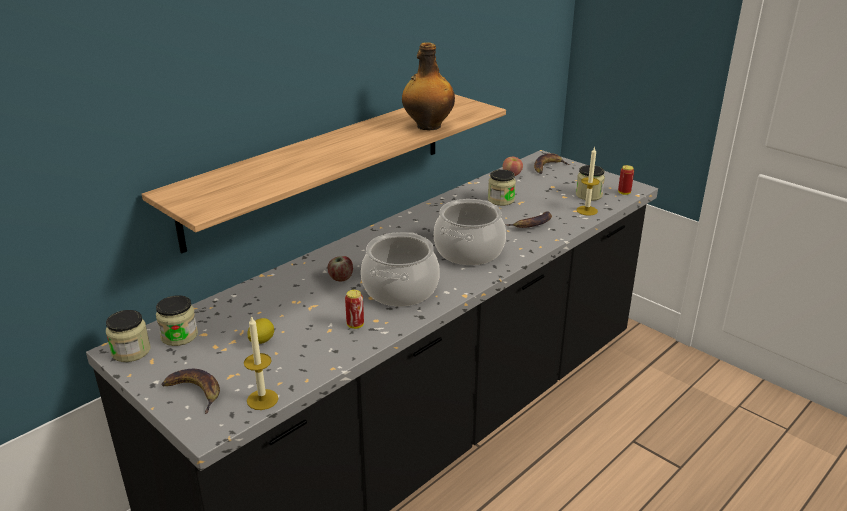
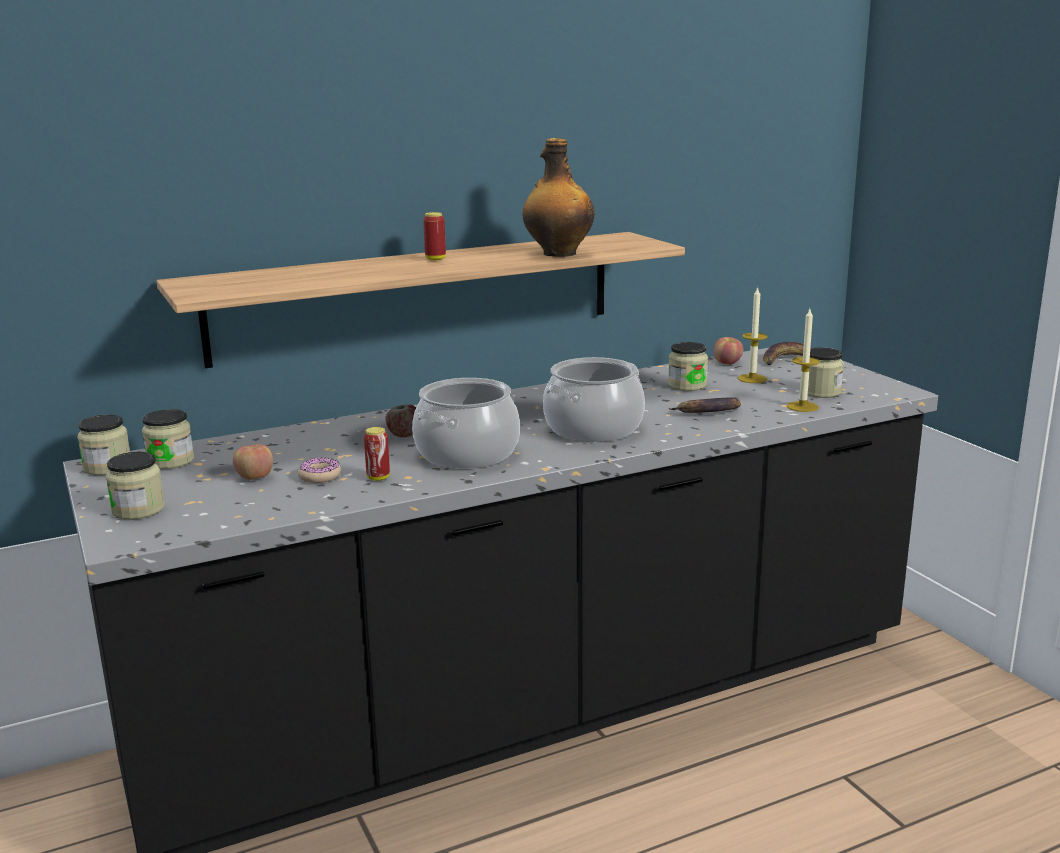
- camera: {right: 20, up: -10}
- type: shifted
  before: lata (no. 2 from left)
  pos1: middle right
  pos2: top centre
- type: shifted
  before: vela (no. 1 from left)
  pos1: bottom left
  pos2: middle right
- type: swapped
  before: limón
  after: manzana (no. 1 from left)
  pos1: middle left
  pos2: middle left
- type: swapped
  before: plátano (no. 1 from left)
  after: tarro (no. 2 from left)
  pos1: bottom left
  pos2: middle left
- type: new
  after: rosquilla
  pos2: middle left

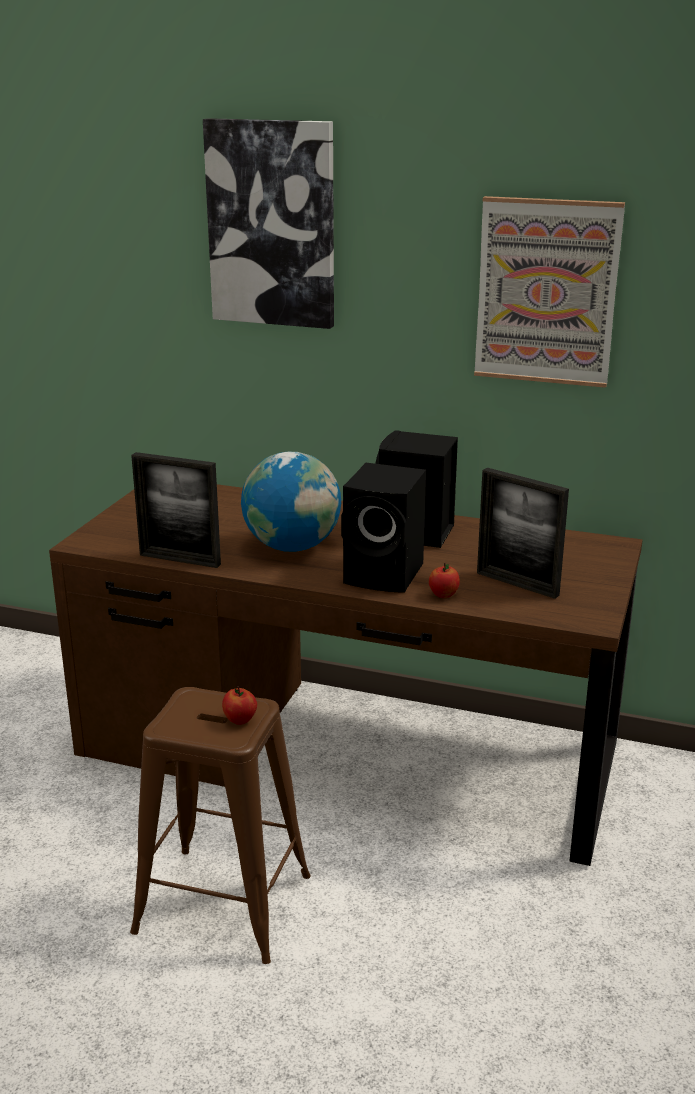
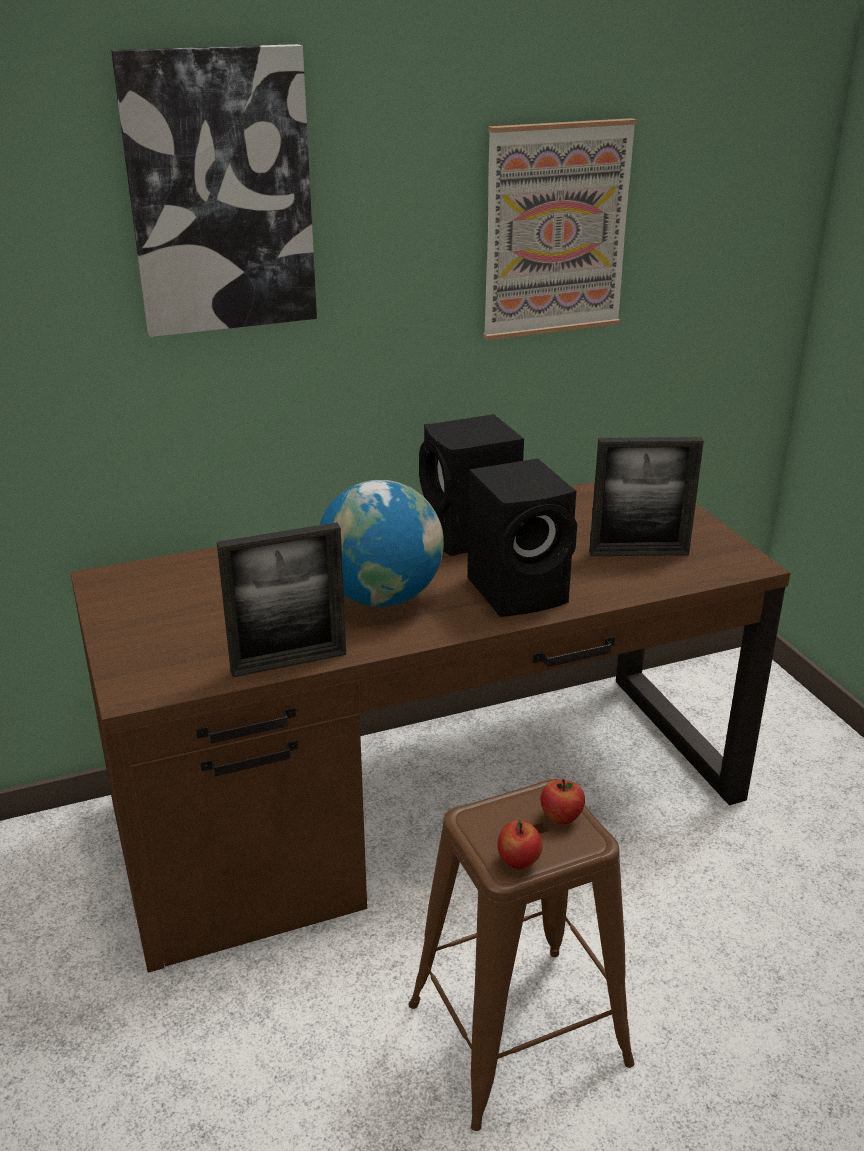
- camera: {right: -40, up: 5}
- type: shifted
  before: manzana (no. 2 from left in the first image)
  after: manzana (no. 1 from left)
  pos1: centre
  pos2: bottom centre

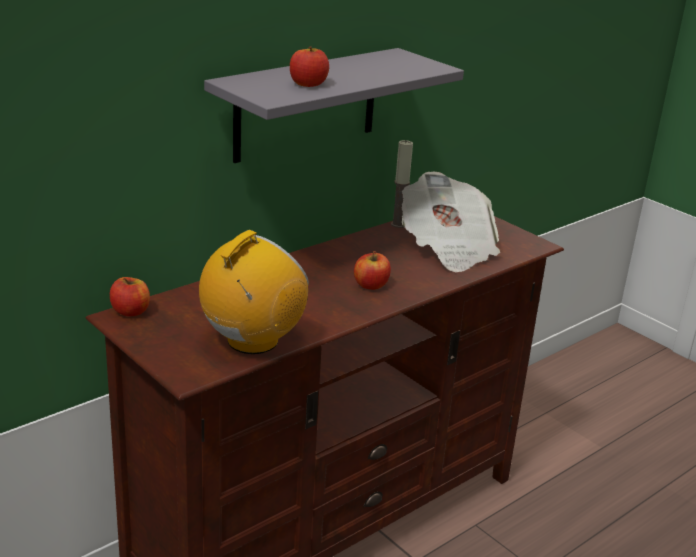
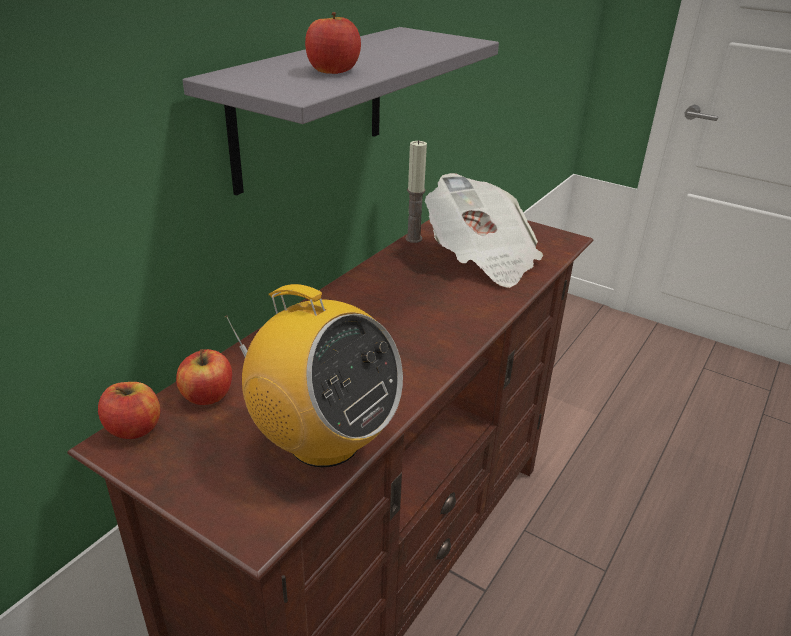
- camera: {right: -15, up: 5}
- type: rotated
  before: radio
  pos1: centre
  pos2: centre
  turn: 105
- type: shifted
  before: manzana (no. 3 from left in the first image)
  after: manzana (no. 2 from left)
  pos1: centre
  pos2: middle left

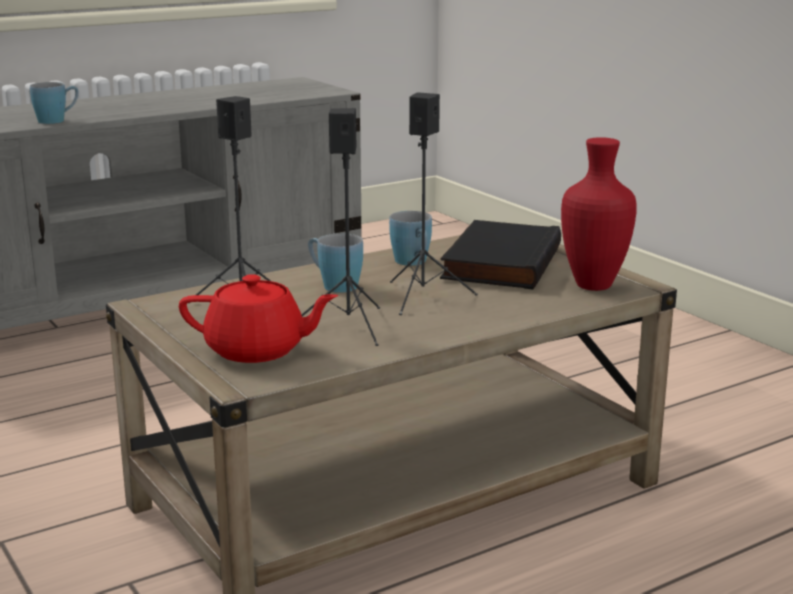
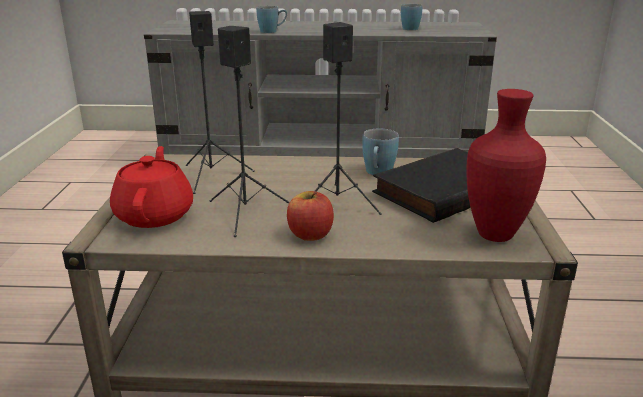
- camera: {right: 35, up: 5}
- type: shifted
  before: taza grande [azul] (no. 2 from left in the first image)
  after: taza grande [azul] (no. 3 from left)
  pos1: centre
  pos2: top centre
- type: rotated
  before: tetera [rojo]
  pos1: middle left
  pos2: middle left
  turn: -135
- type: new
  after: manzana
  pos2: centre

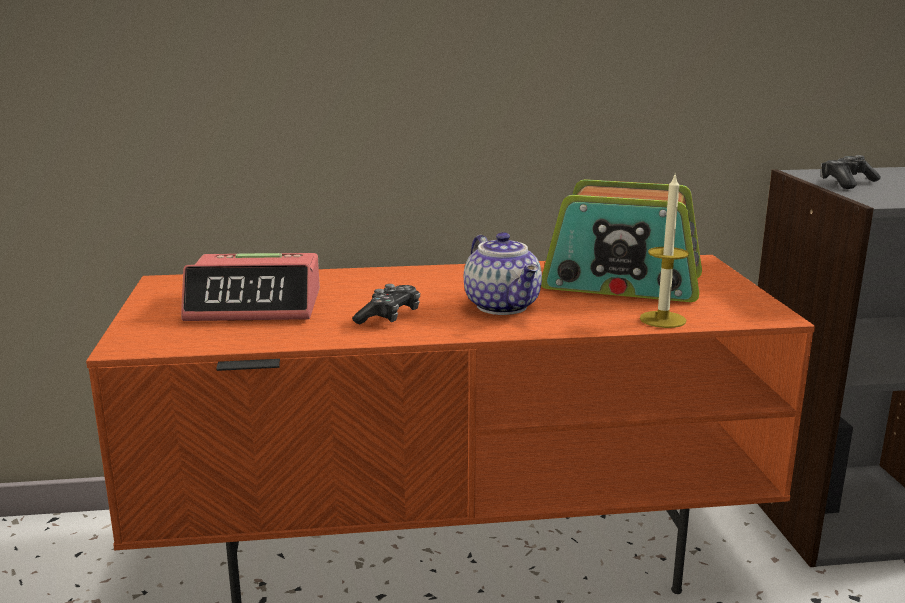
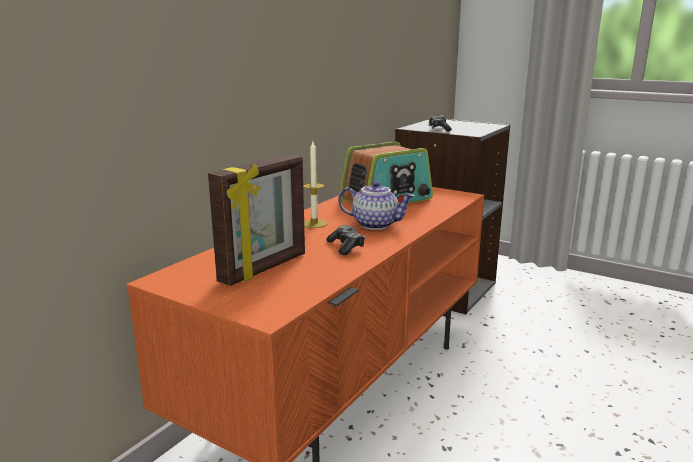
- camera: {right: -50, up: 0}
- type: shifted
  before: vela
  pos1: middle right
  pos2: centre
- type: swapped
  before: despertador
  after: portarretratos
  pos1: middle left
  pos2: centre

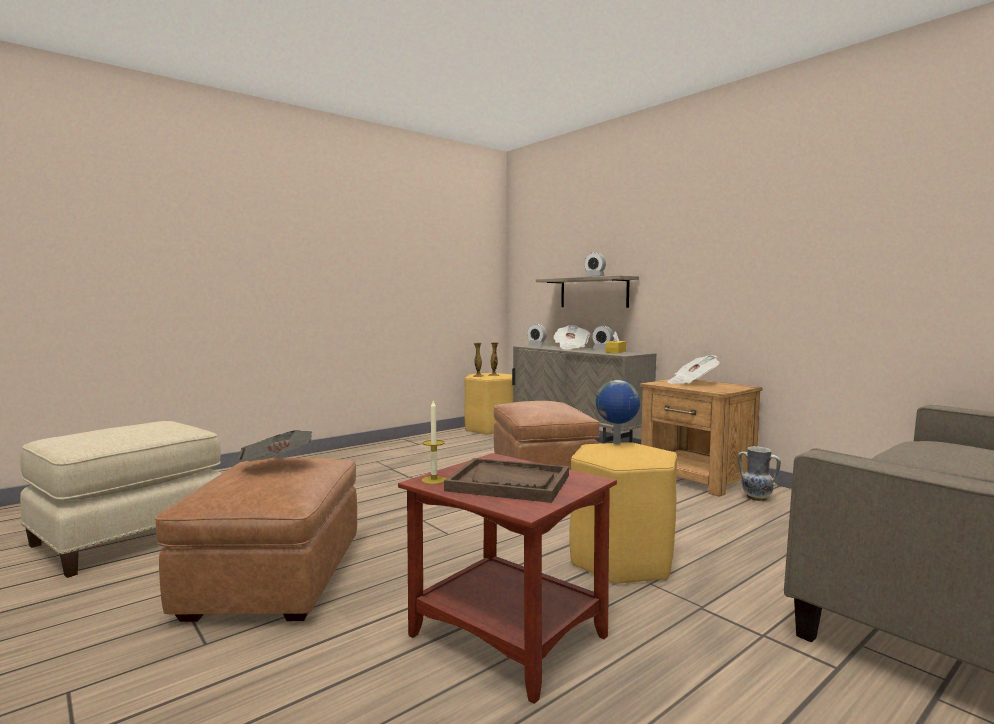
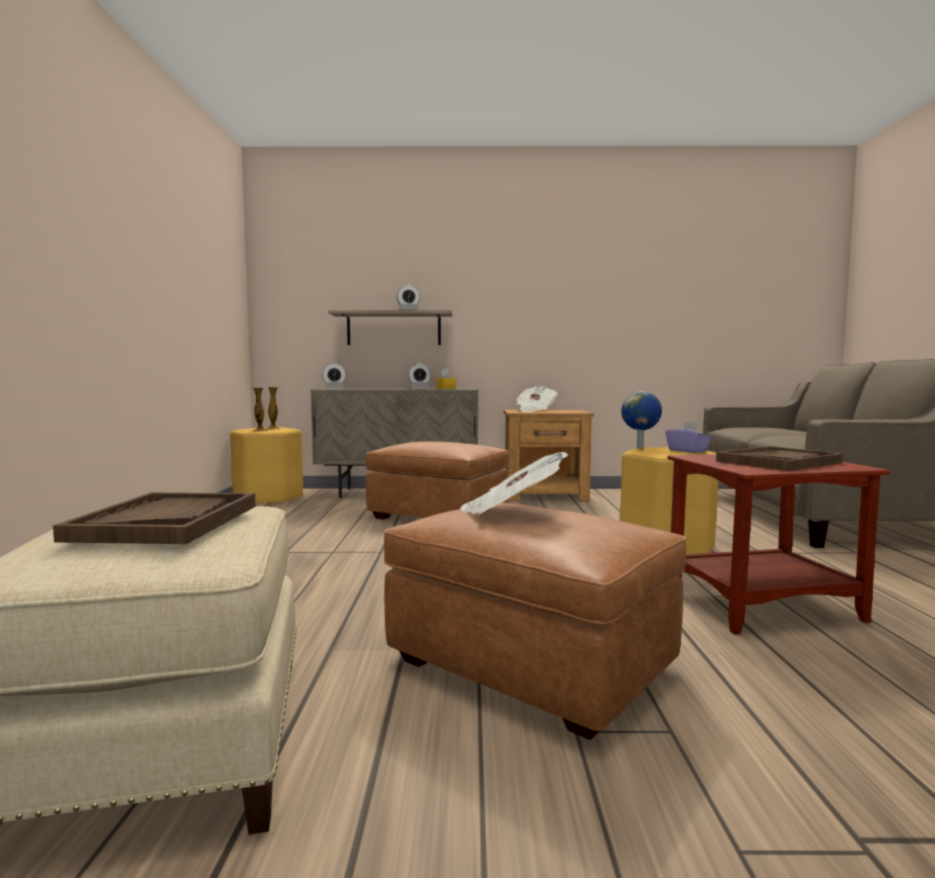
- camera: {right: -50, up: 0}
- type: gone
  before: periódico (no. 2 from left)
  pos1: centre
- type: gone
  before: vela
  pos1: centre
- type: gone
  before: florero (no. 3 from left)
  pos1: middle right
- type: new
  after: caja de pañuelos [morado]
  pos2: middle right
- type: new
  after: bandeja [marrón] (no. 1 from left)
  pos2: middle left

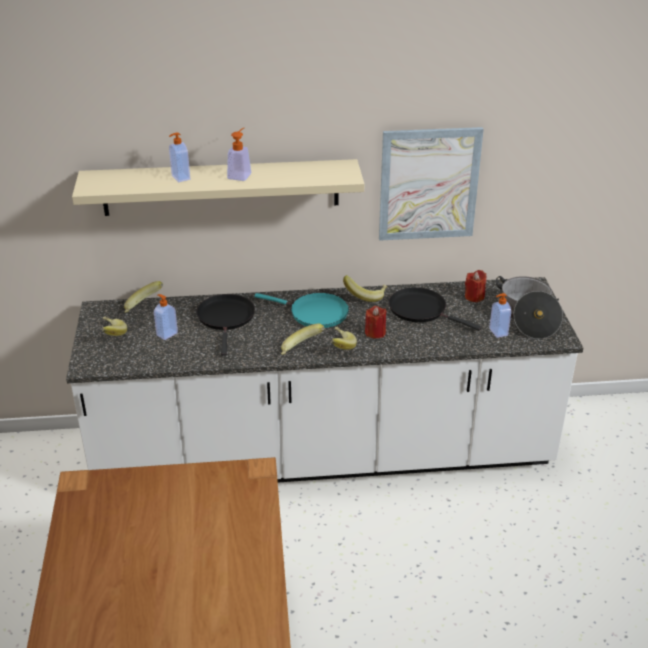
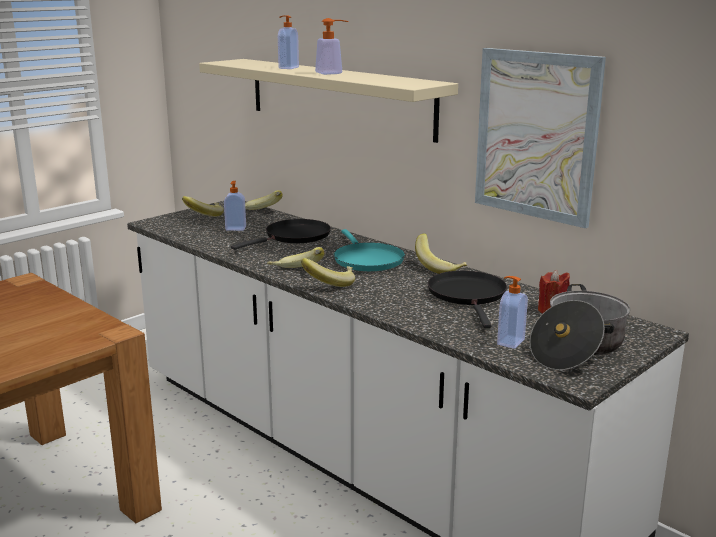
- camera: {right: 50, up: -15}
- type: gone
  before: vela [rojo] (no. 1 from left)
  pos1: centre

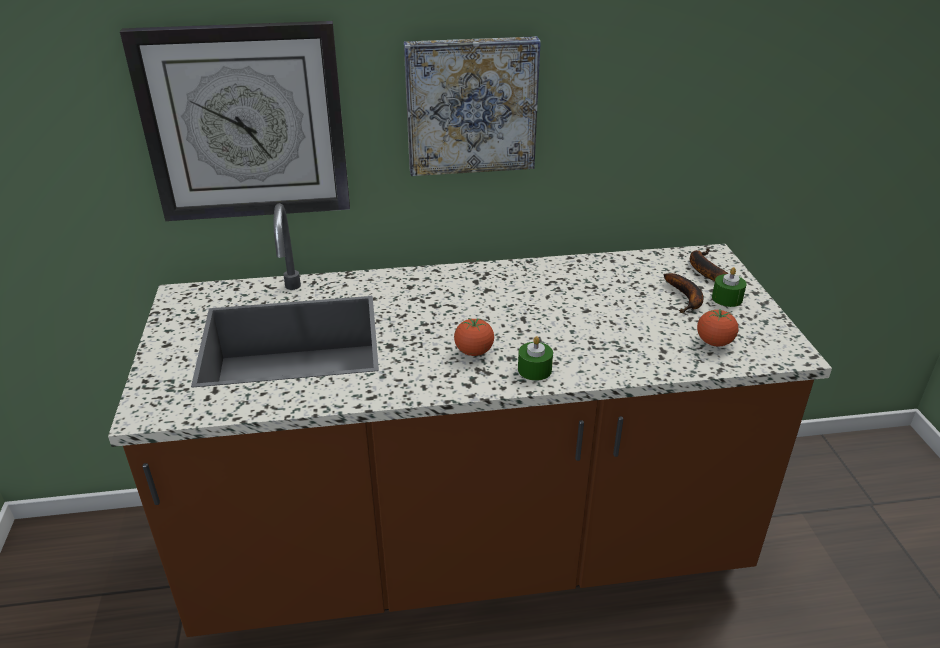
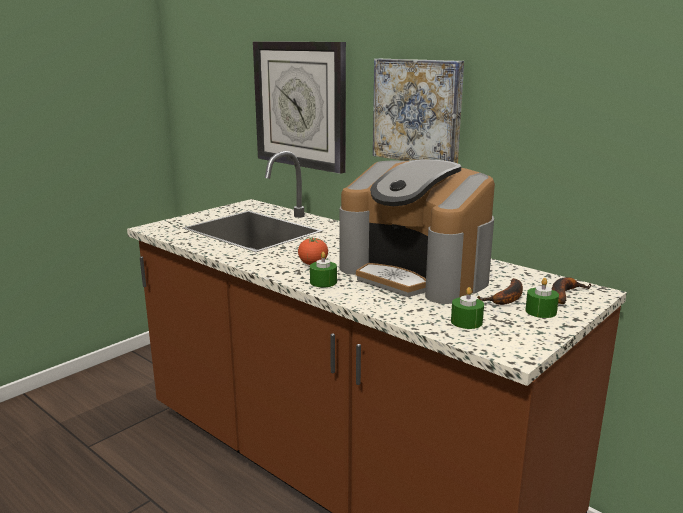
- camera: {right: 50, up: -15}
- type: swapped
  before: tomate (no. 2 from left)
  after: vela [verde] (no. 2 from left)
  pos1: middle right
  pos2: middle right
- type: new
  after: cafetera
  pos2: centre

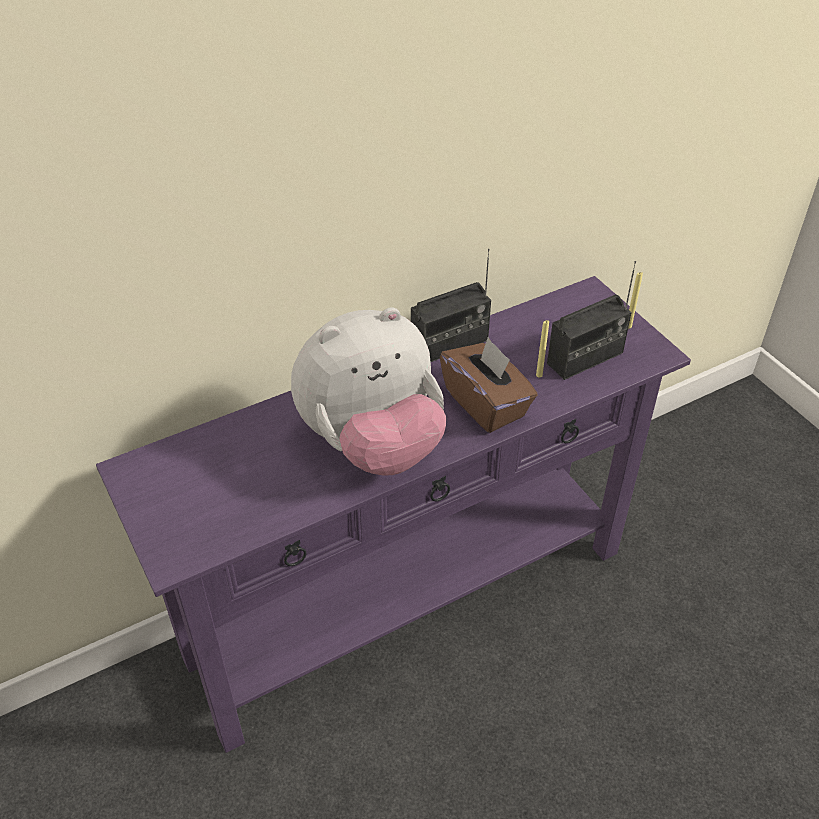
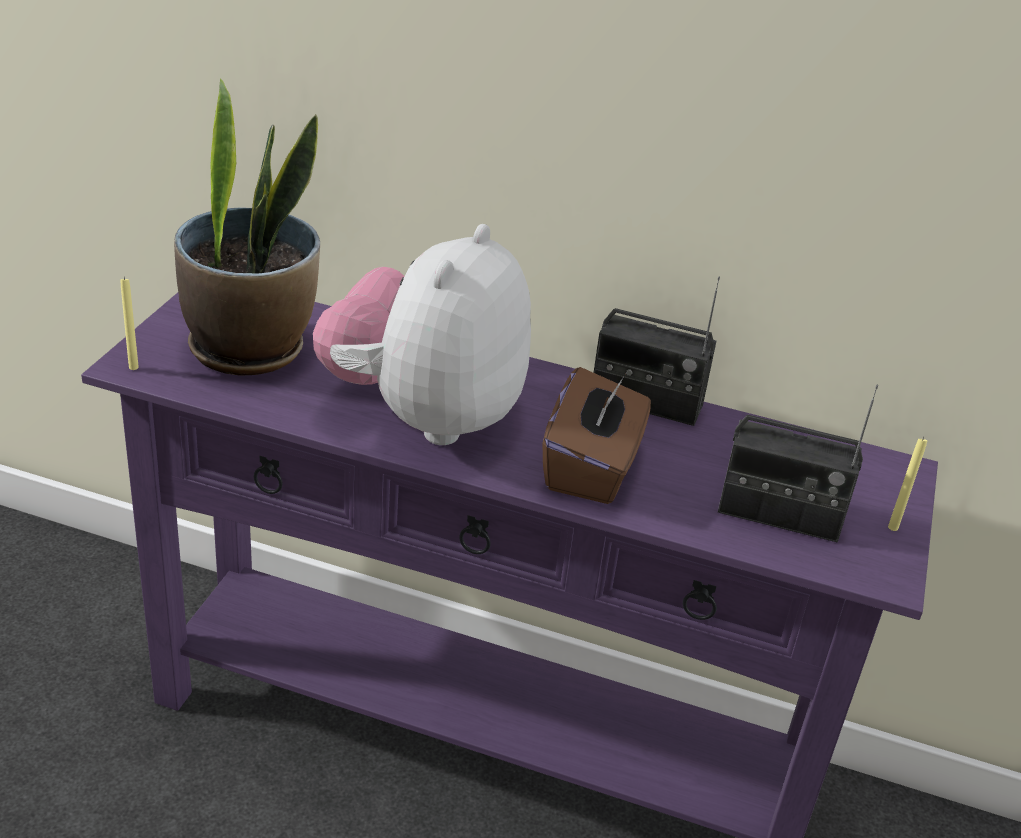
- camera: {right: 45, up: -10}
- type: rotated
  before: peluche
  pos1: centre
  pos2: centre
  turn: 90
- type: shifted
  before: vela [amarillo] (no. 1 from left)
  pos1: centre
  pos2: middle left
- type: new
  after: planta en maceta
  pos2: top left

